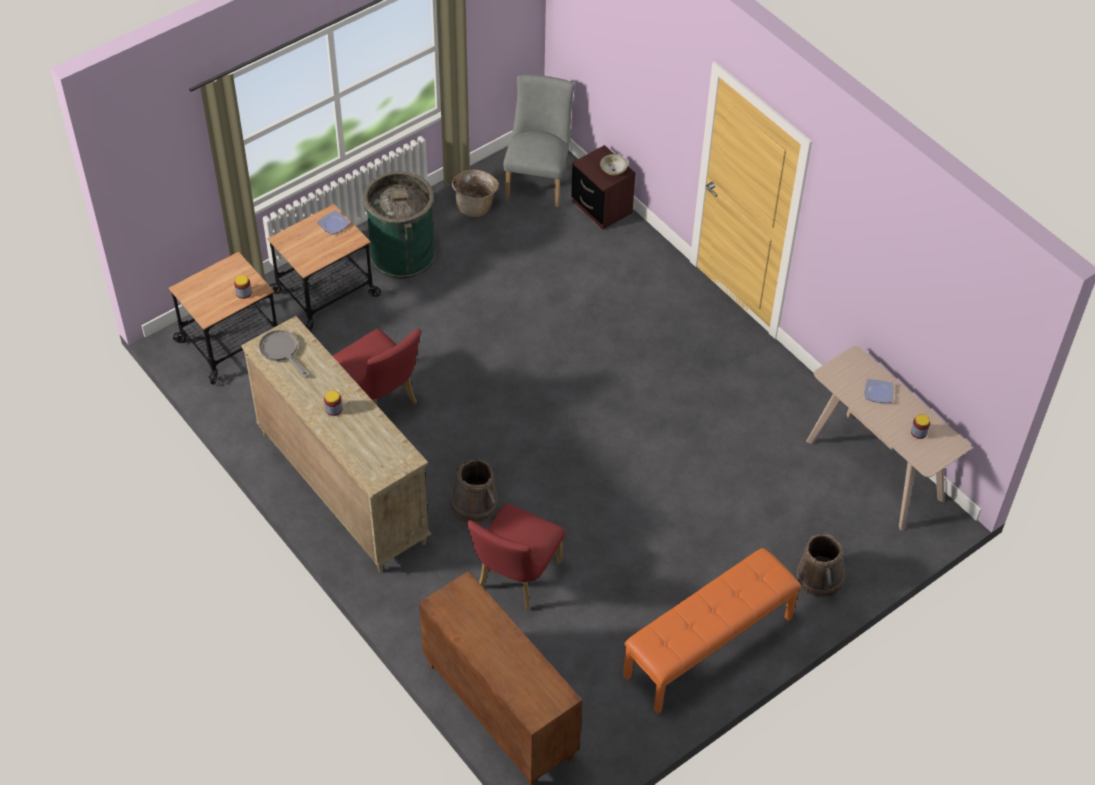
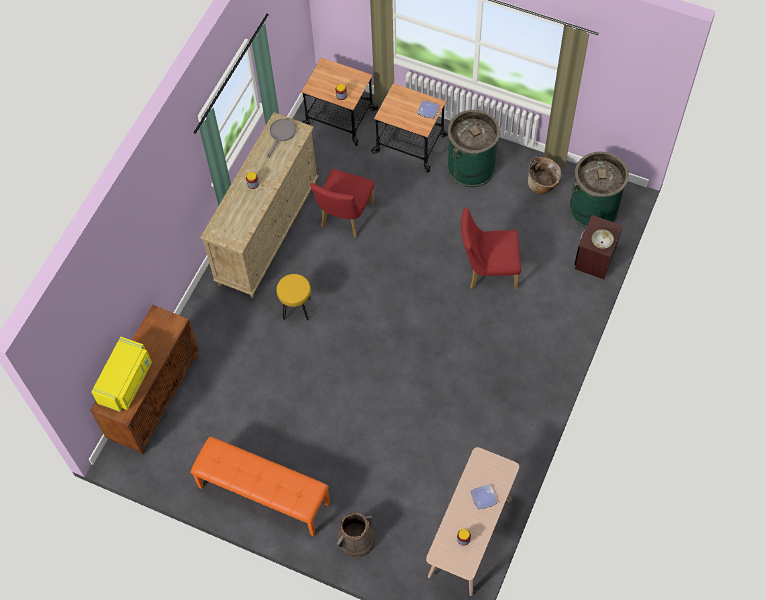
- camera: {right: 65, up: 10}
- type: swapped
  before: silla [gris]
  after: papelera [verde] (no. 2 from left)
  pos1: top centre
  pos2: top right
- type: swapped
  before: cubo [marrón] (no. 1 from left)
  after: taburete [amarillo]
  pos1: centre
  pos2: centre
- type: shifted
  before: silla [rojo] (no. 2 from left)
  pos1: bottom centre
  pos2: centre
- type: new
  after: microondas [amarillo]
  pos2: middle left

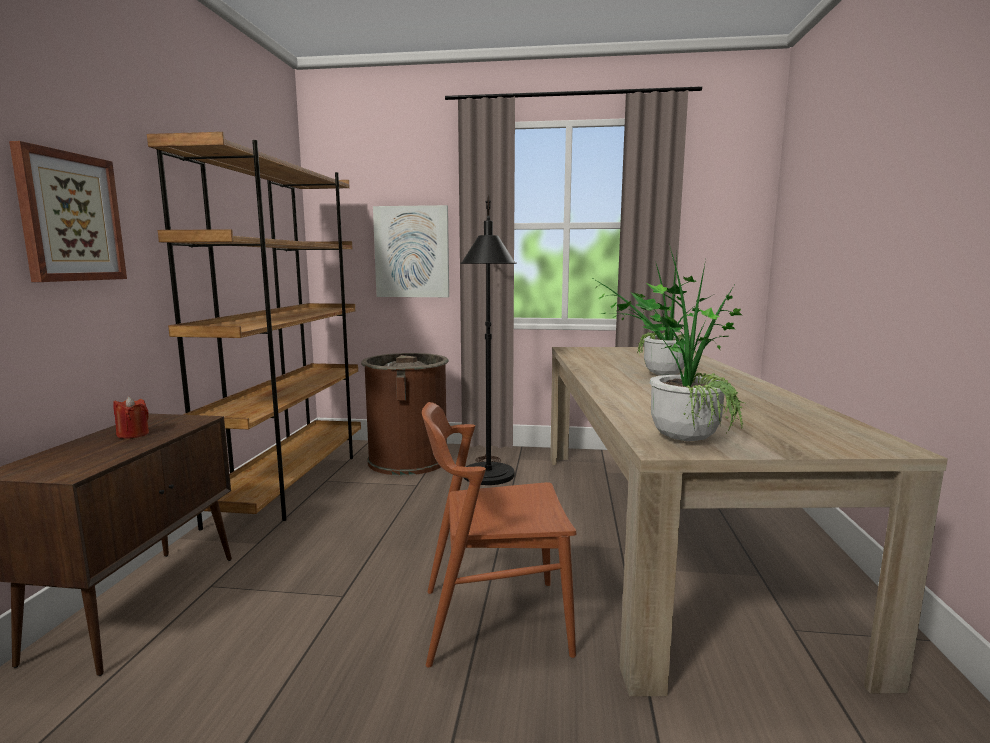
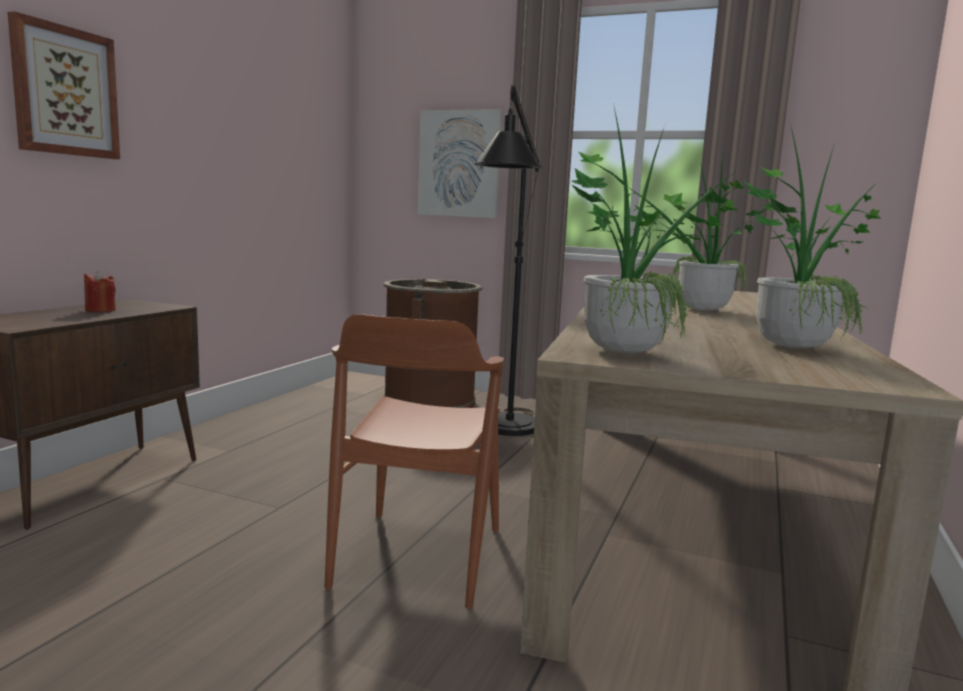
- camera: {right: 15, up: 0}
- type: gone
  before: estantería [marrón]
  pos1: middle left
- type: rotated
  before: silla [marrón]
  pos1: bottom centre
  pos2: bottom centre
  turn: -90
- type: new
  after: planta en maceta (no. 3 from left)
  pos2: middle right

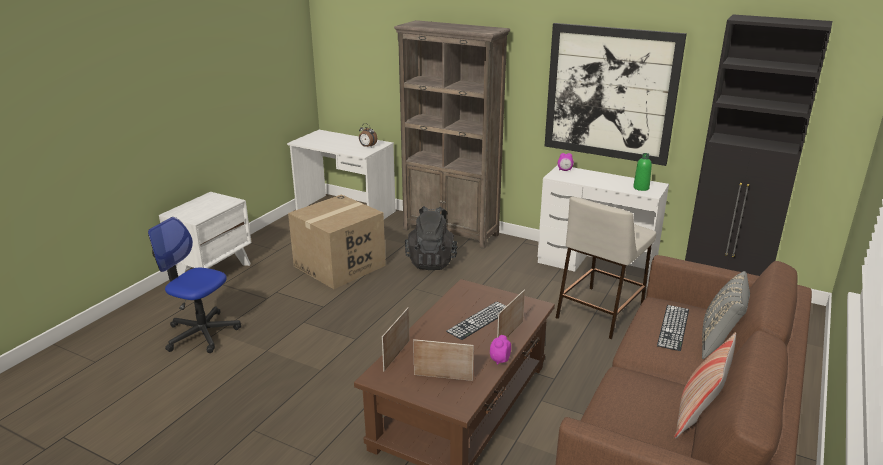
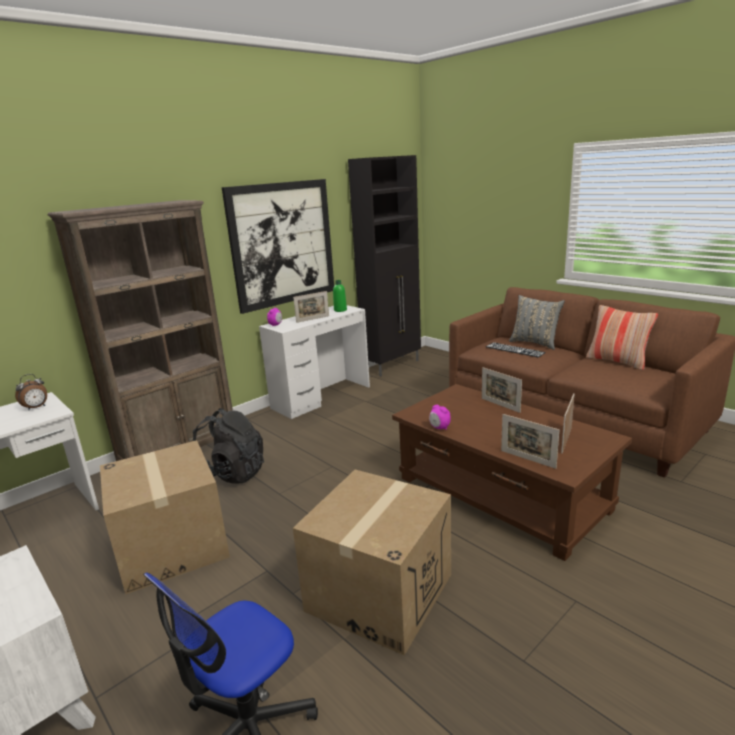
- camera: {right: -70, up: -5}
- type: gone
  before: taburete [beis]
  pos1: middle right
- type: gone
  before: teclado (no. 1 from left)
  pos1: bottom centre
- type: shifted
  before: despertador (no. 2 from left in the first image)
  after: despertador (no. 3 from left)
  pos1: bottom centre
  pos2: centre
- type: new
  after: portarretratos (no. 1 from left)
  pos2: centre
- type: new
  after: caja de cartón (no. 2 from left)
  pos2: bottom centre

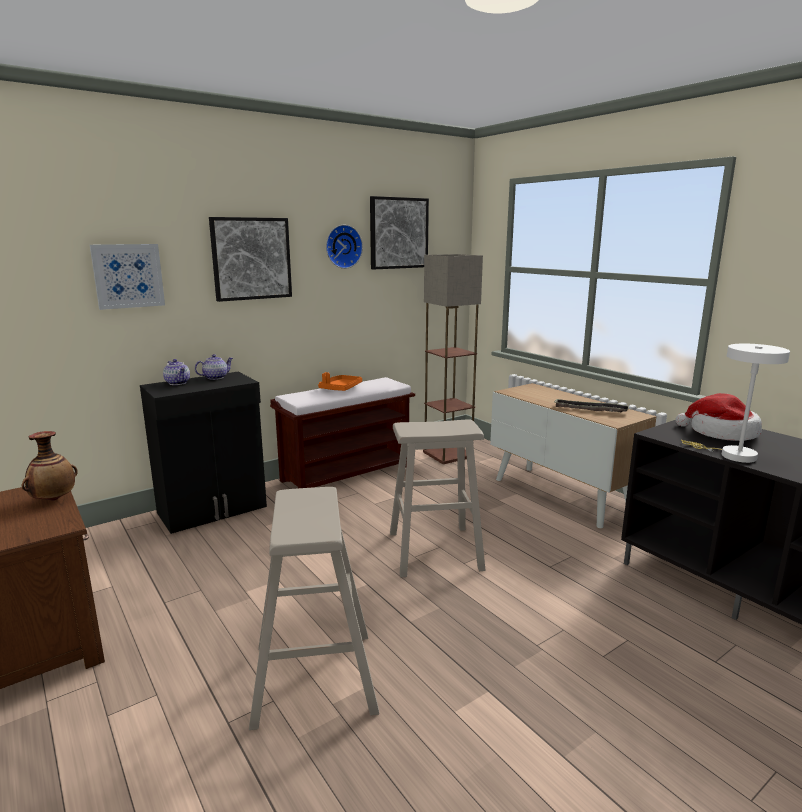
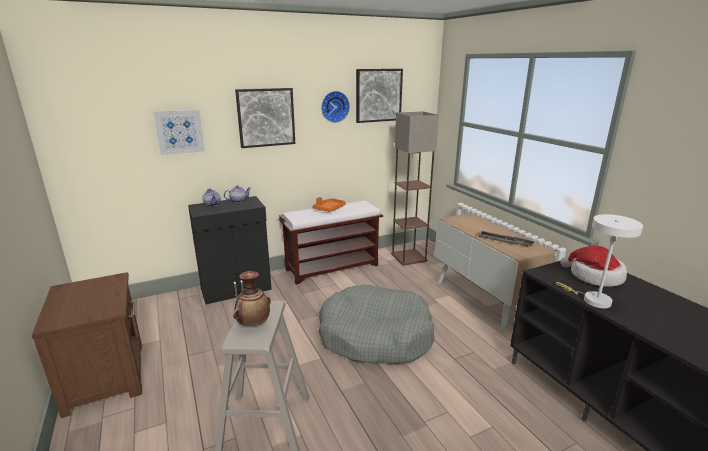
- camera: {right: 10, up: 5}
- type: swapped
  before: taburete [beis] (no. 2 from left)
  after: cama para perro [gris]
  pos1: centre
  pos2: bottom centre
- type: shifted
  before: florero
  pos1: middle left
  pos2: centre

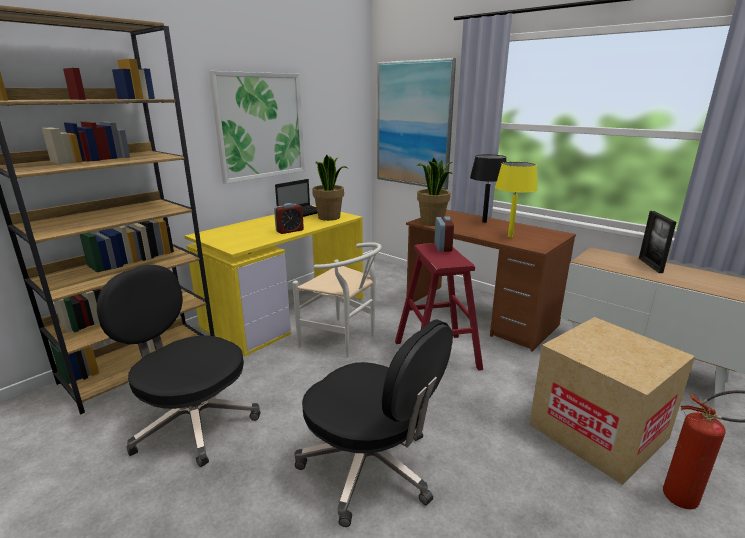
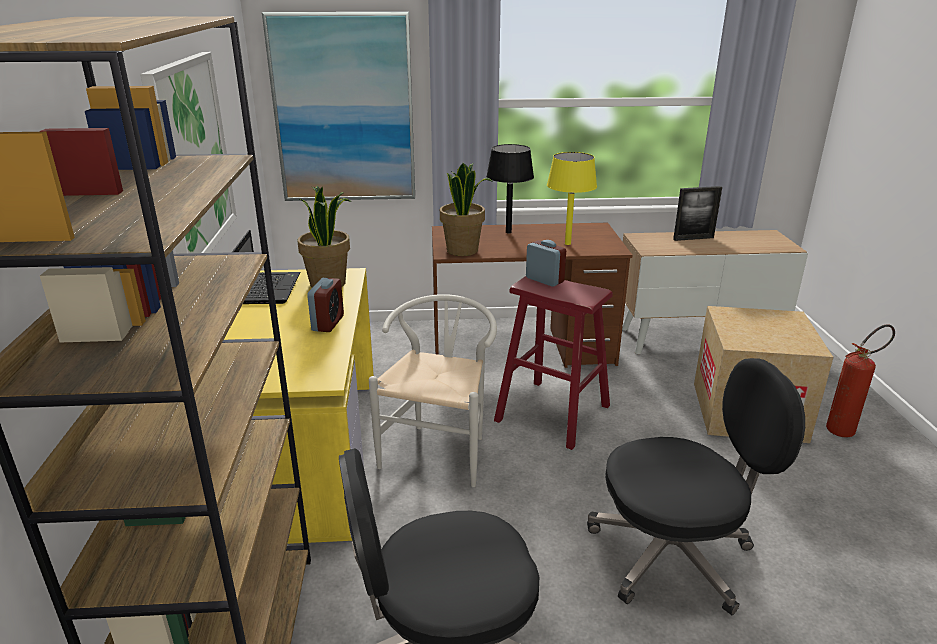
- camera: {right: -45, up: 5}
- type: rotated
  before: portarretratos
  pos1: middle right
  pos2: top right
  turn: -60
- type: rotated
  before: silla [blanco]
  pos1: centre
  pos2: centre
  turn: -60

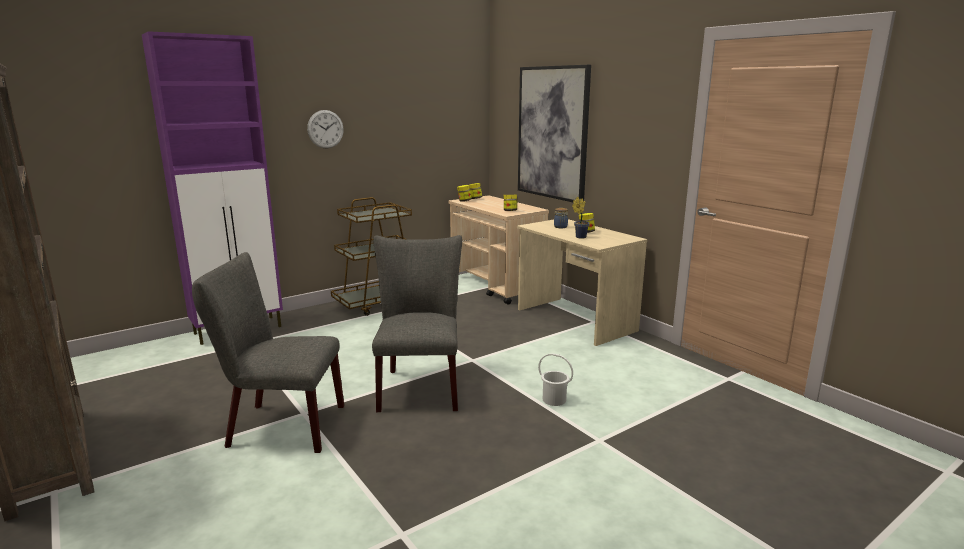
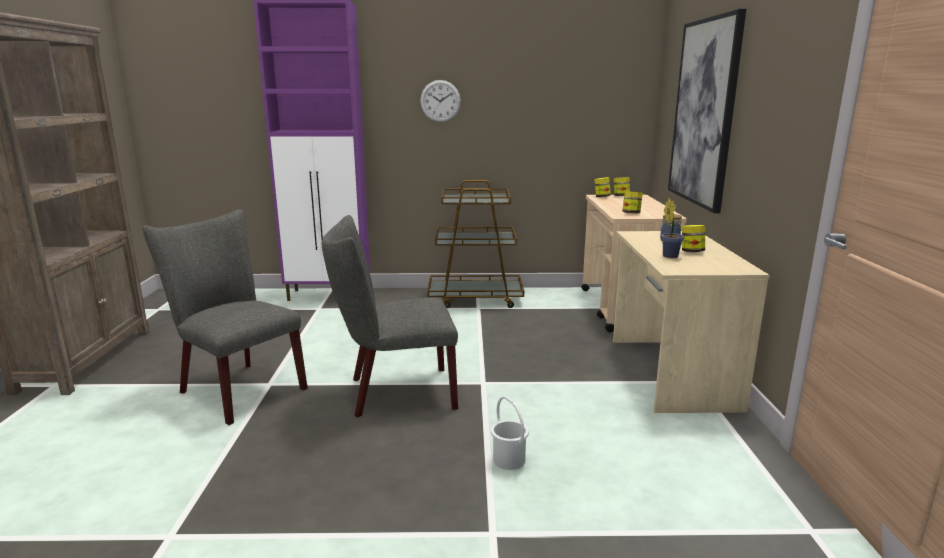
- camera: {right: 35, up: 0}
- type: rotated
  before: silla [gris] (no. 2 from left)
  pos1: centre
  pos2: centre
  turn: -135

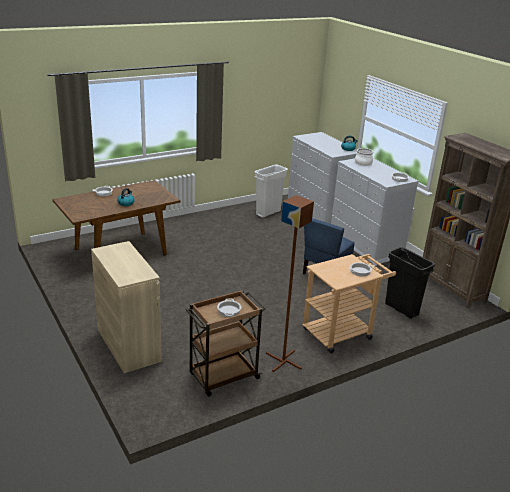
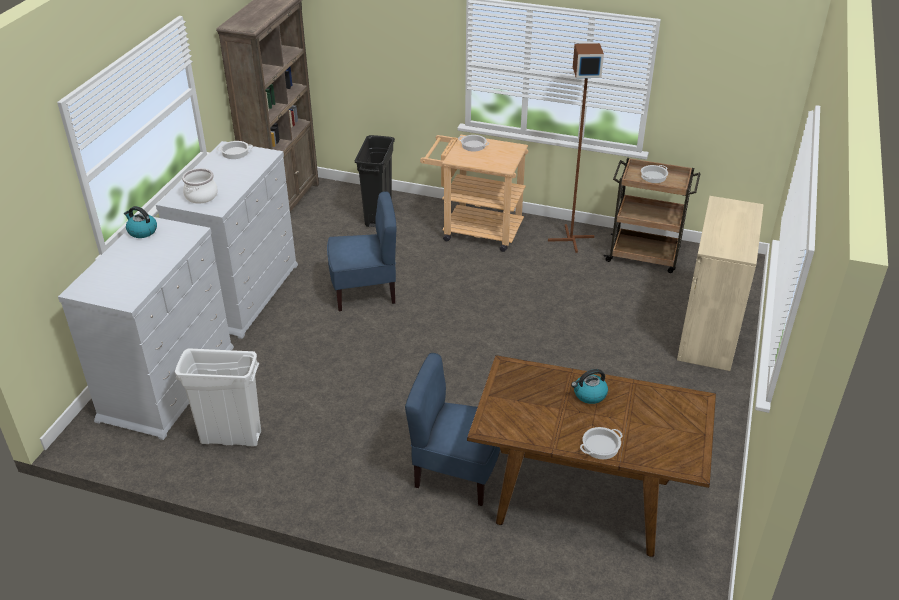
- camera: {right: -130, up: 10}
- type: new
  after: silla [azul] (no. 2 from left)
  pos2: bottom centre

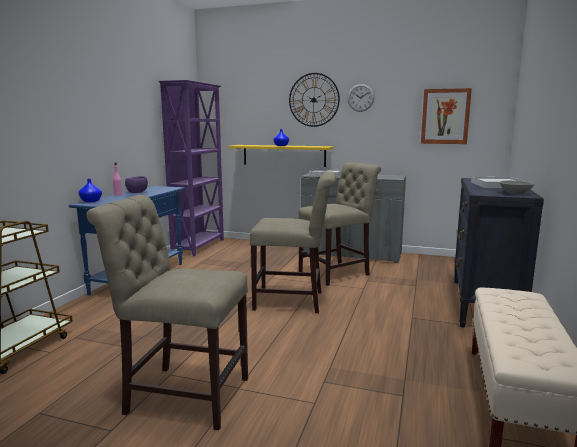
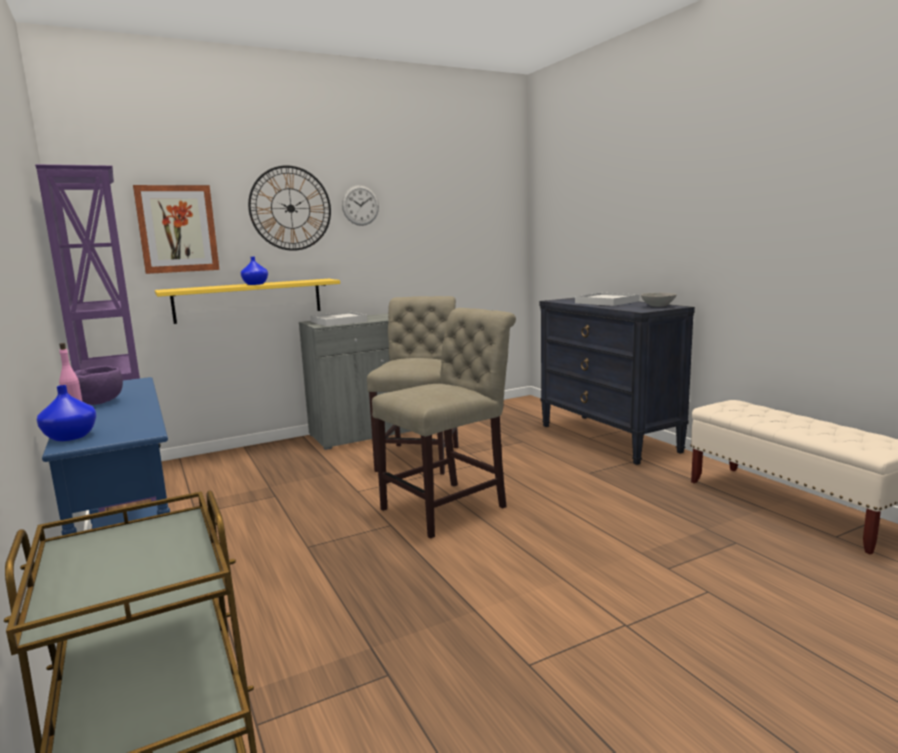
- camera: {right: -45, up: 0}
- type: shifted
  before: cuadro
  pos1: top right
  pos2: top left
- type: gone
  before: silla [beis] (no. 1 from left)
  pos1: bottom left

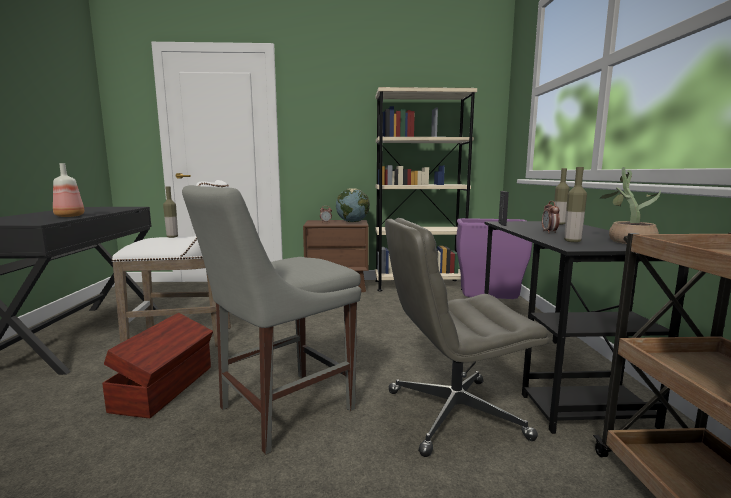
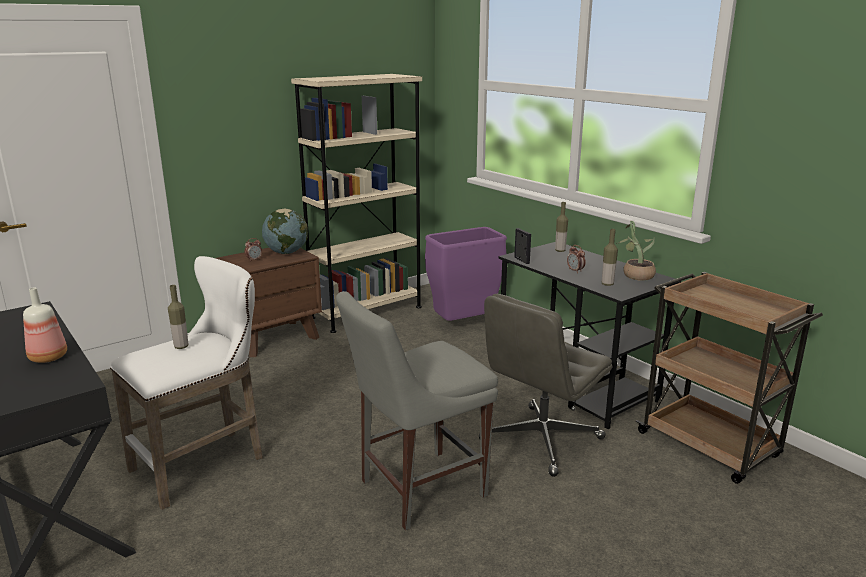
- camera: {right: -35, up: 10}
- type: rotated
  before: silla [gris]
  pos1: centre
  pos2: bottom centre
  turn: 45
- type: gone
  before: caja de almacenaje [marrón]
  pos1: bottom left

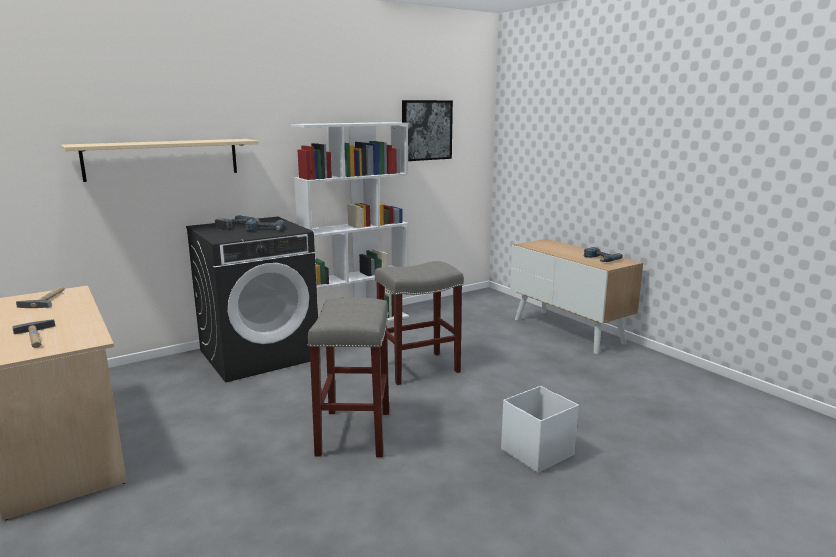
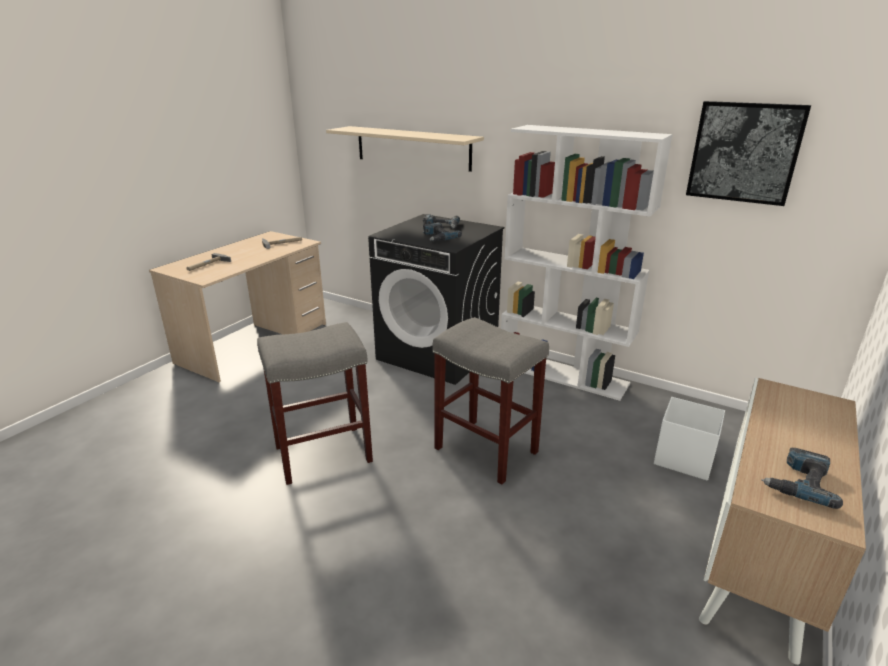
- camera: {right: 65, up: 10}
- type: shifted
  before: caja de almacenaje [blanco]
  pos1: bottom centre
  pos2: middle right

